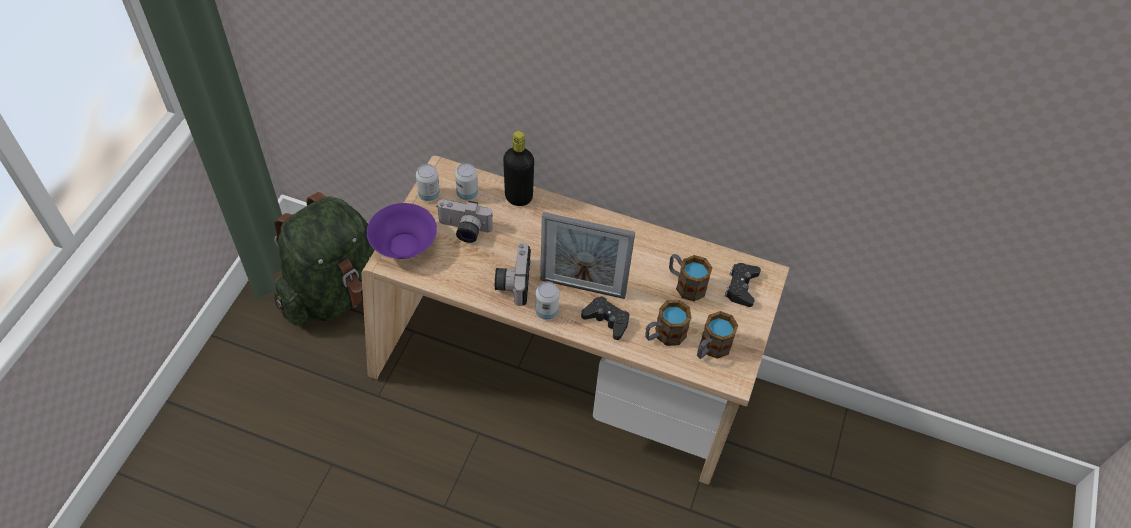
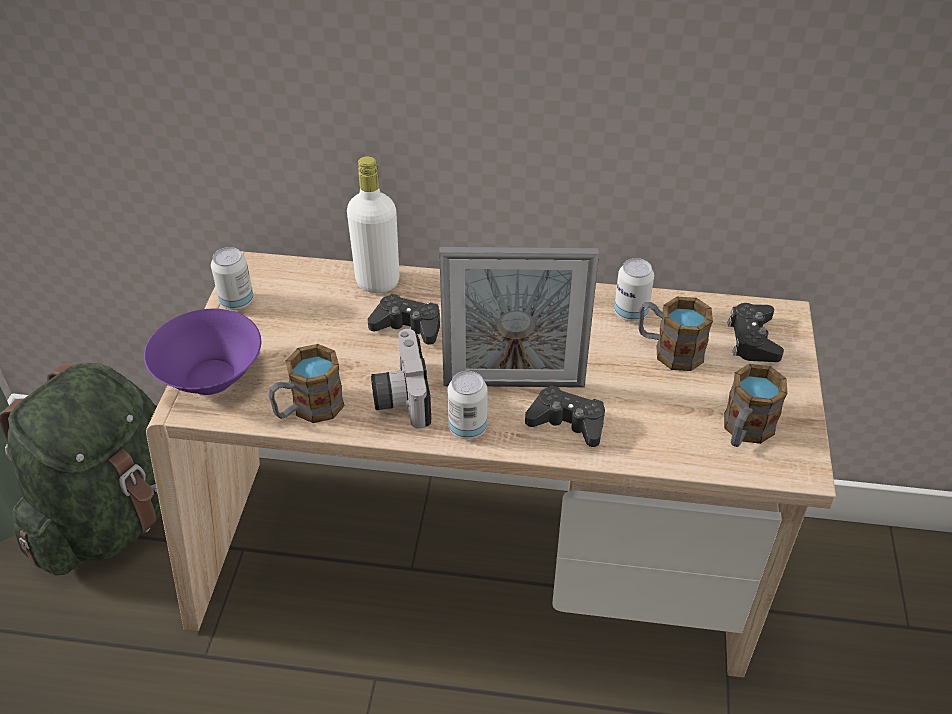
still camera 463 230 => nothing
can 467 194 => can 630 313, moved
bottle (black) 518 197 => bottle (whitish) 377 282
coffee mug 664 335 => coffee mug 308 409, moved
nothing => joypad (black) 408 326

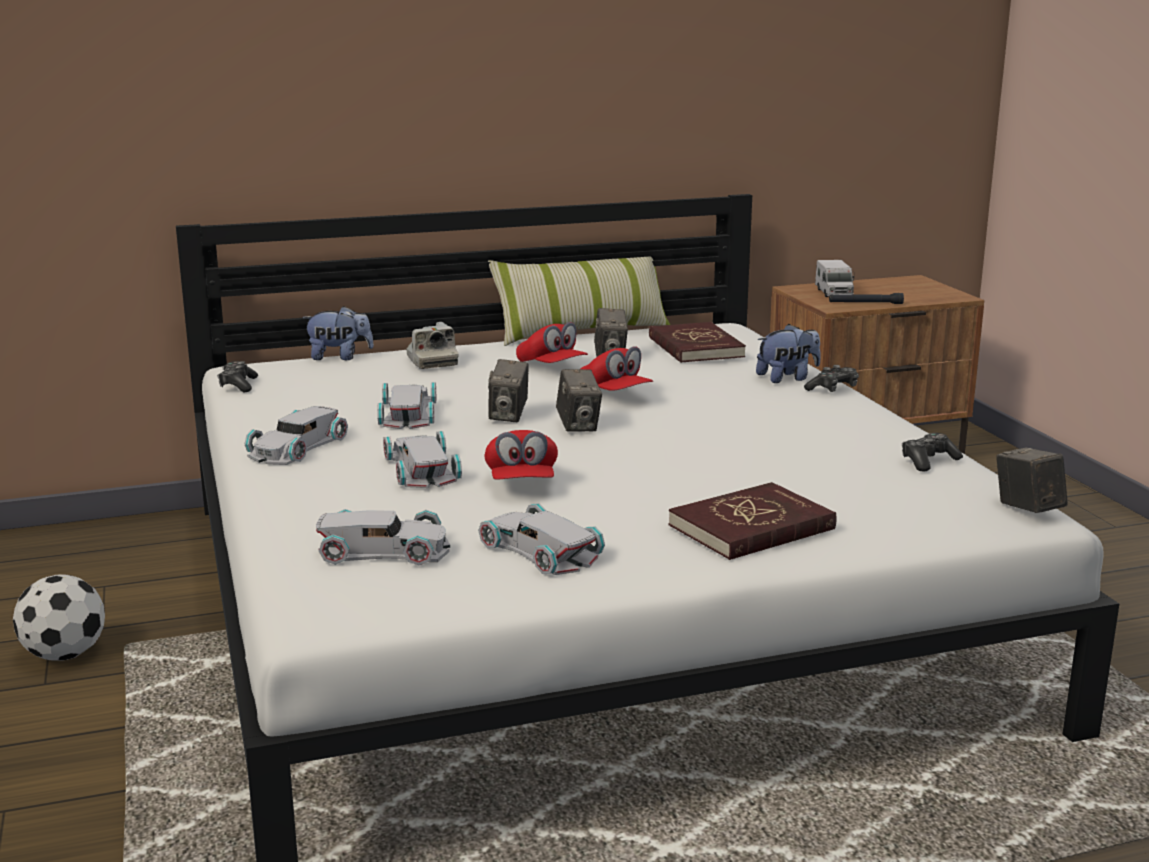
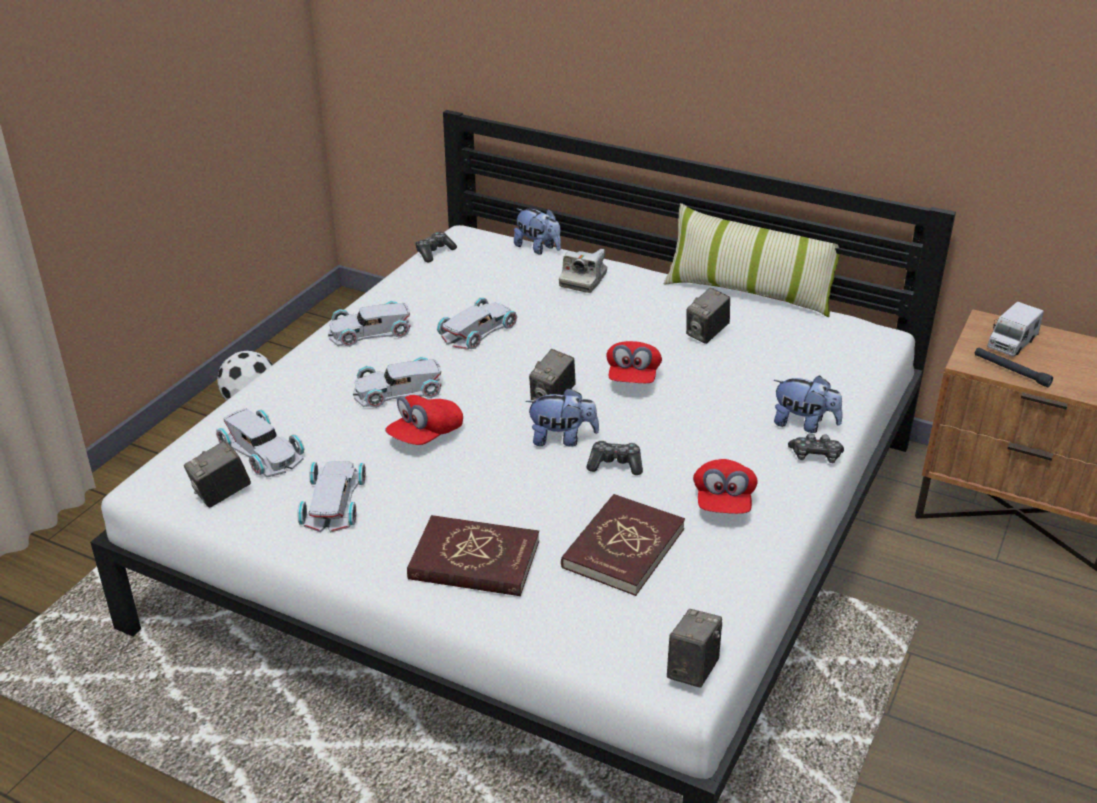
model car (whitish) 423 468 => model car (whitish) 397 389, 135 degrees counterclockwise
still camera 509 416 => still camera 221 494, moved
baseball cap (reddish) 551 367 => baseball cap (reddish) 723 502, moved
volume (reddish) 695 347 => volume (reddish) 623 548, moved
joypad 928 461 => joypad 615 465, moved
nothing => plush toy 562 439

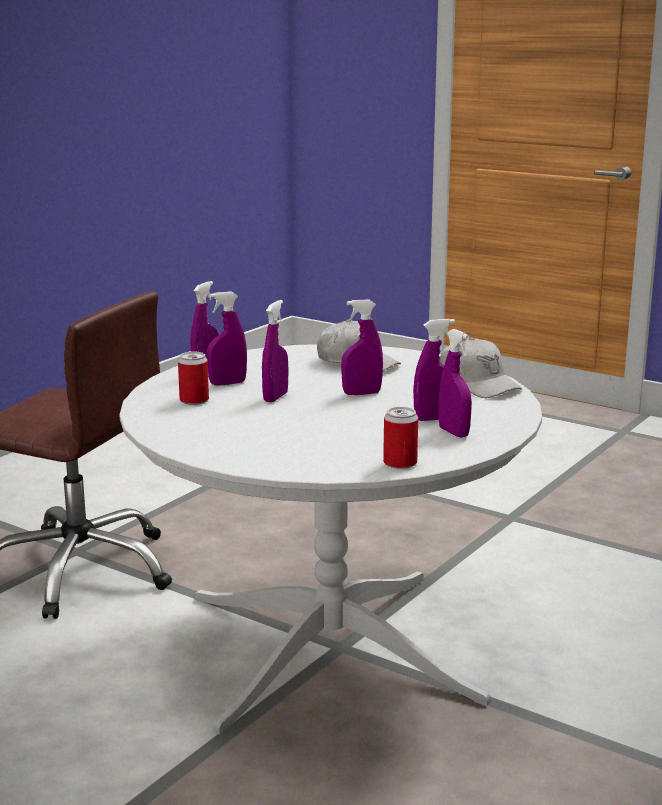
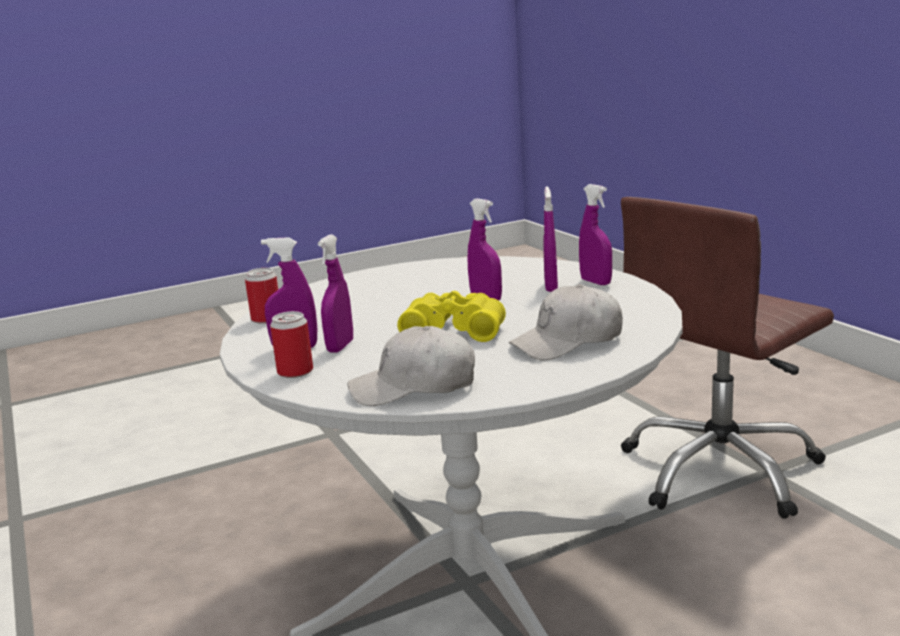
can 194 400 => can 295 372, moved
spray bottle (purplish) 361 393 => binoculars (yellow) 455 330

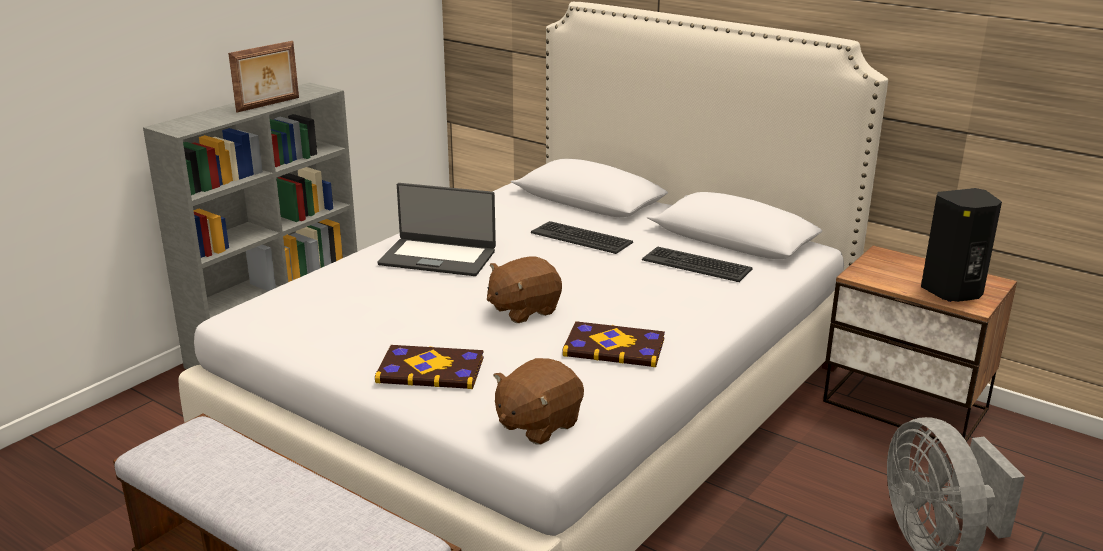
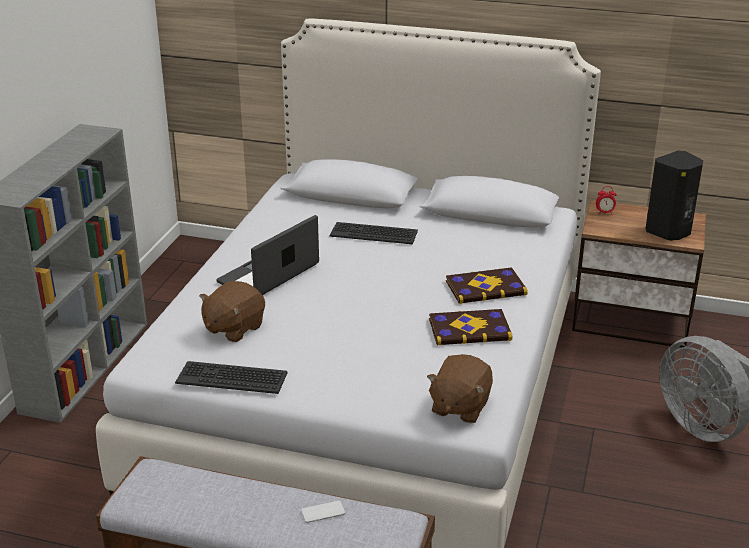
photo frame 269 105 => nothing
volume 431 369 => volume 485 287, moved
portable computer 438 257 => portable computer 269 274, 135 degrees clockwise
plush toy (brown-coloured) 523 310 => plush toy (brown-coloured) 233 328, moved
keyboard 697 265 => keyboard 232 378, moved
nothing => telephone 323 512
nothing => alarm clock 604 213

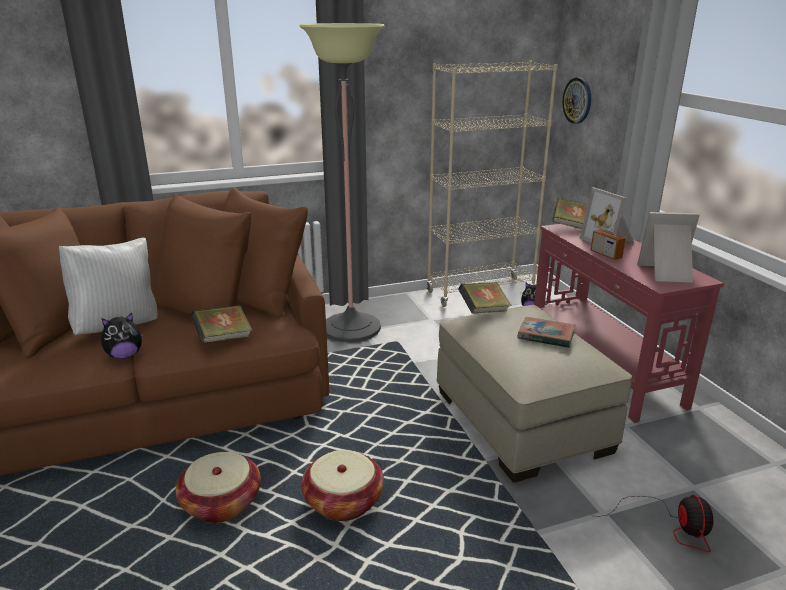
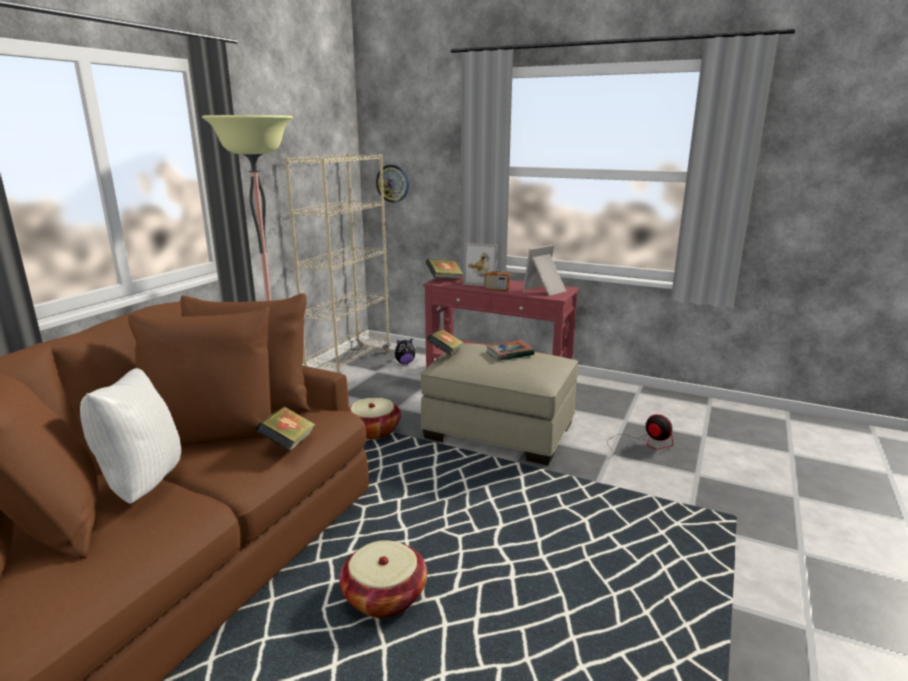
plush toy 125 355 => nothing
storage basket 343 501 => storage basket 373 431, moved

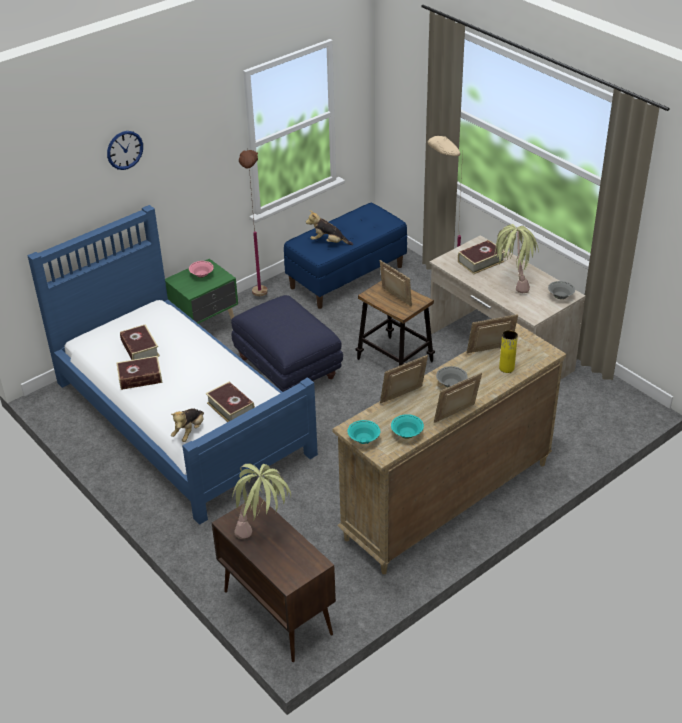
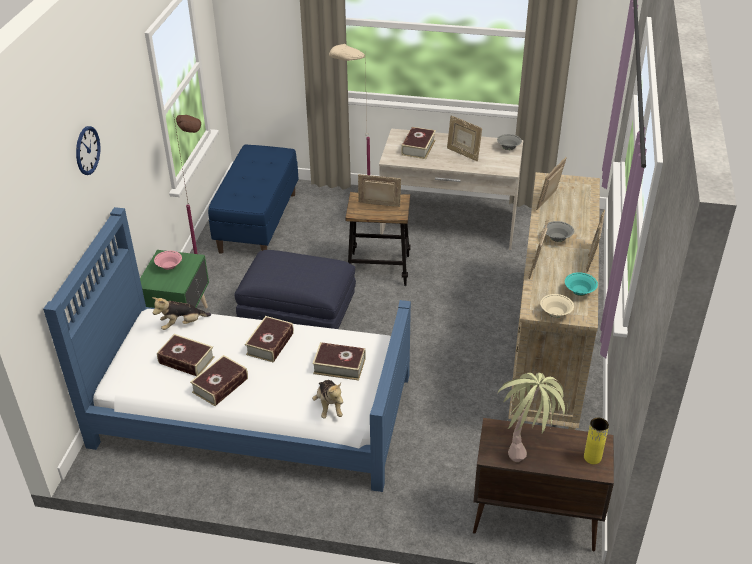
plush toy 328 242 => plush toy 182 324, moved
bowl (turquoise) 363 440 => bowl (sand-coloured) 555 314
houseplant 512 284 => photo frame 463 154
decorative vase (yellow) 506 368 => decorative vase (yellow) 592 457, moved
nothing => volume 270 344

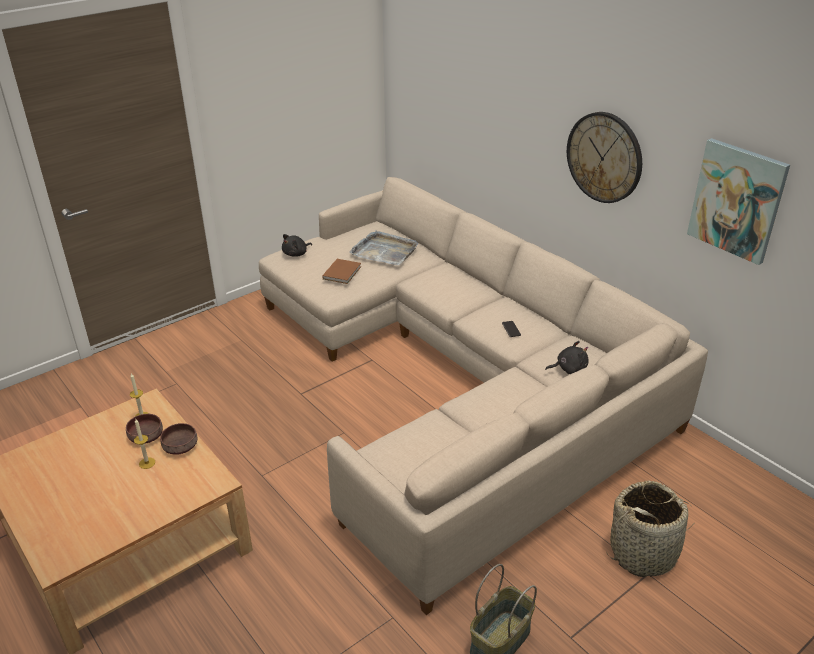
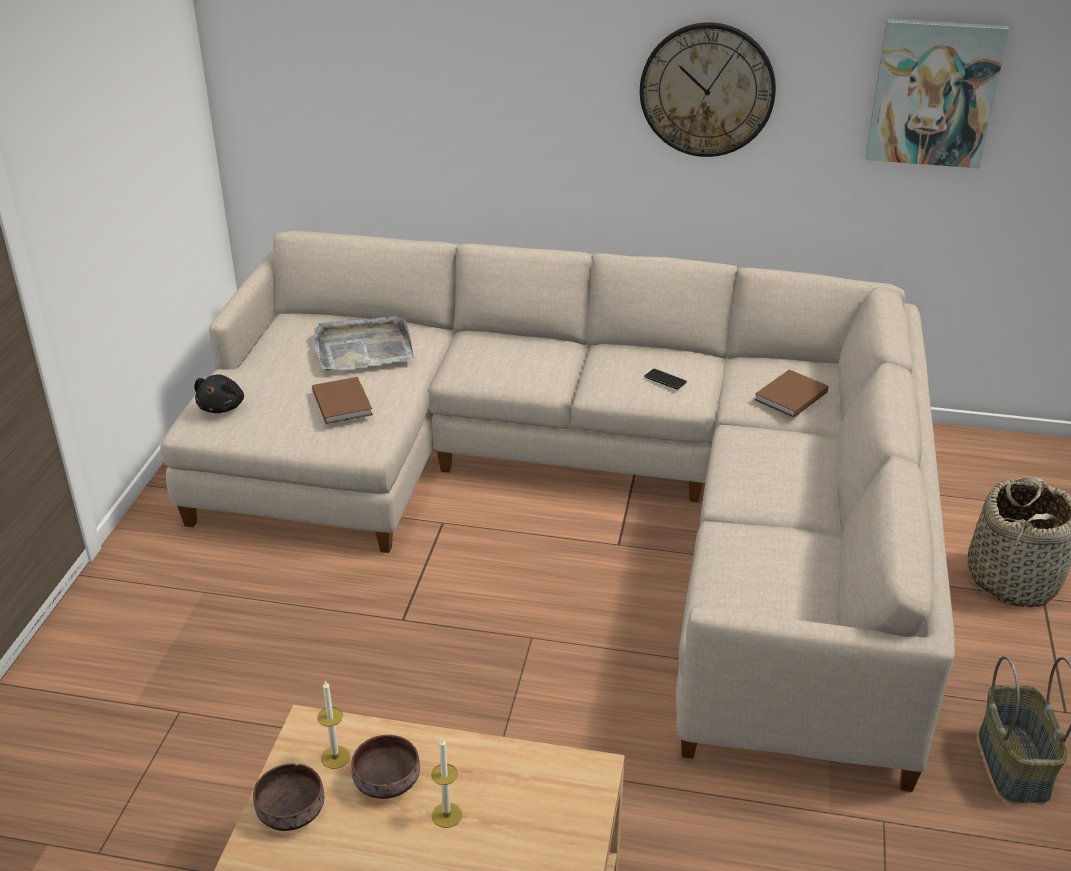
bowl (brown-coloured) 179 446 => bowl (brown-coloured) 290 811, moved
plush toy (black) 569 369 => volume (brown-coloured) 789 396

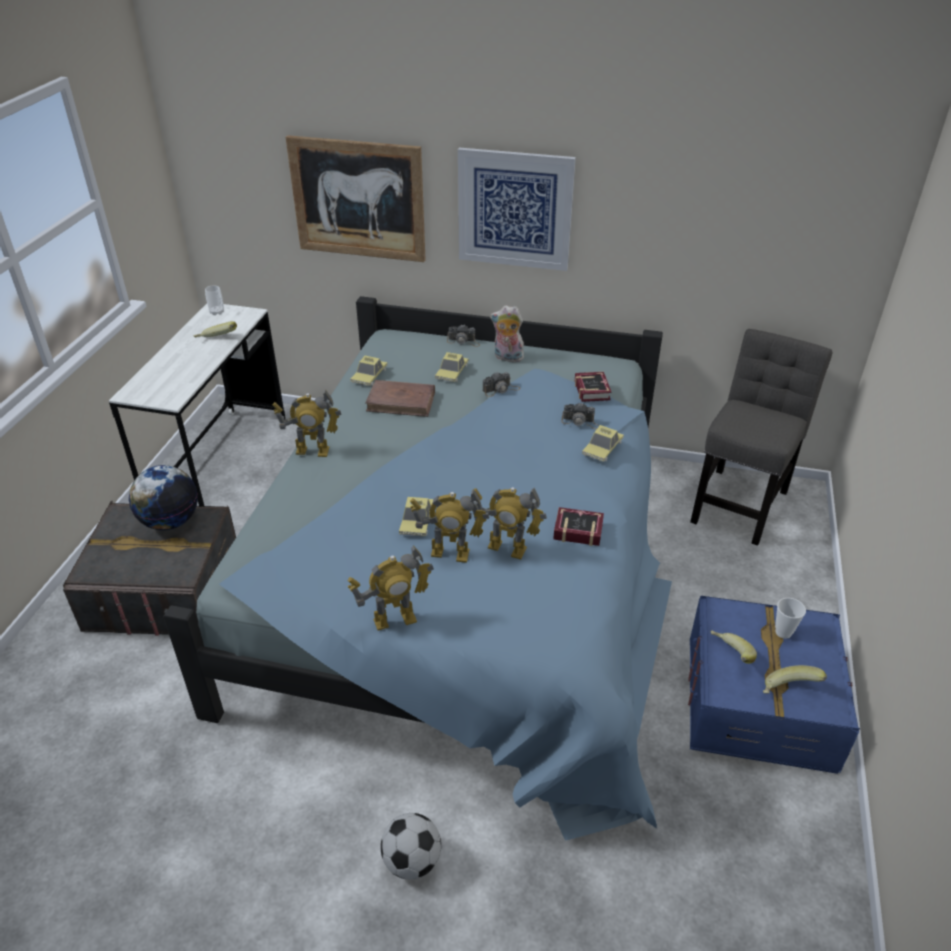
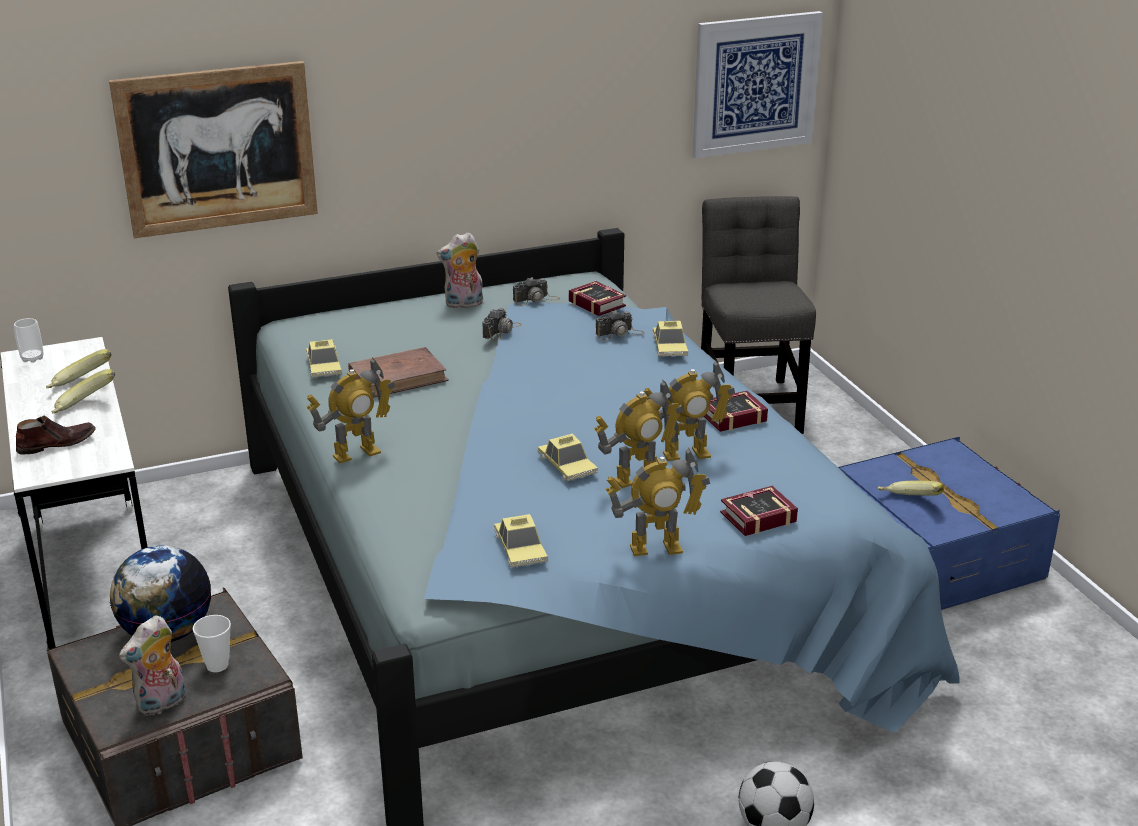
robot figure 395 619 => robot figure 656 548, 45 degrees clockwise
model car 451 372 => model car 520 549, moved
still camera 463 341 => still camera 536 299, moved
wall picture 515 209 => wall picture 755 84, moved
banana 789 692 => banana 85 408, moved
cup 783 632 => cup 217 665, moved
nothing => shoe (brown-coloured) 56 443
nothing => plush toy 162 704
nothing => volume 754 517

